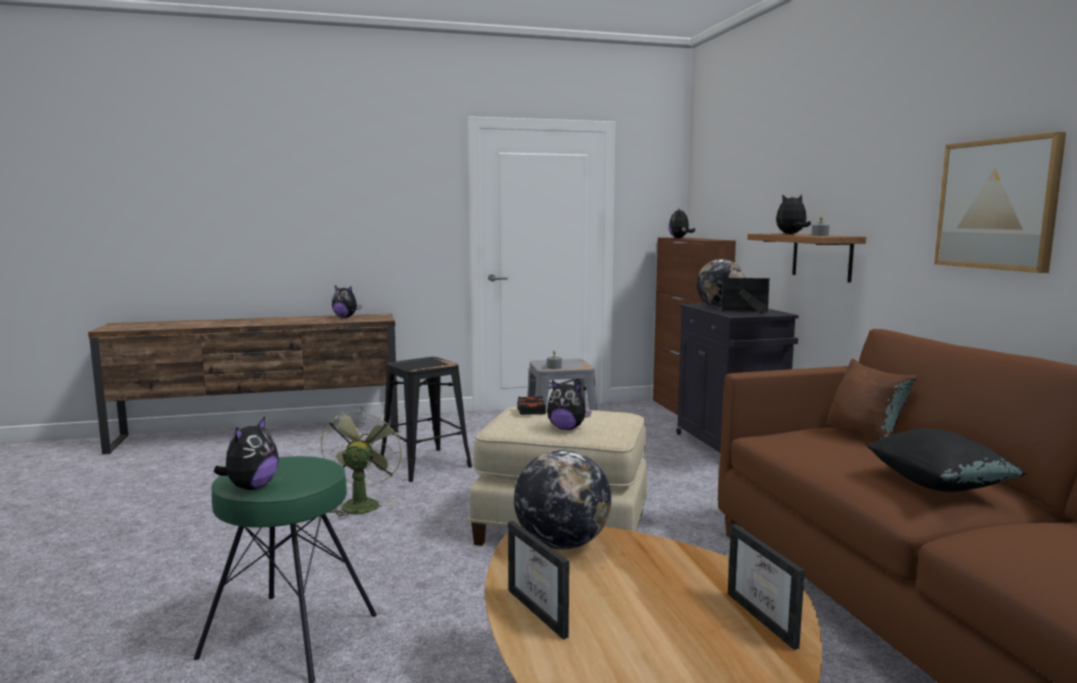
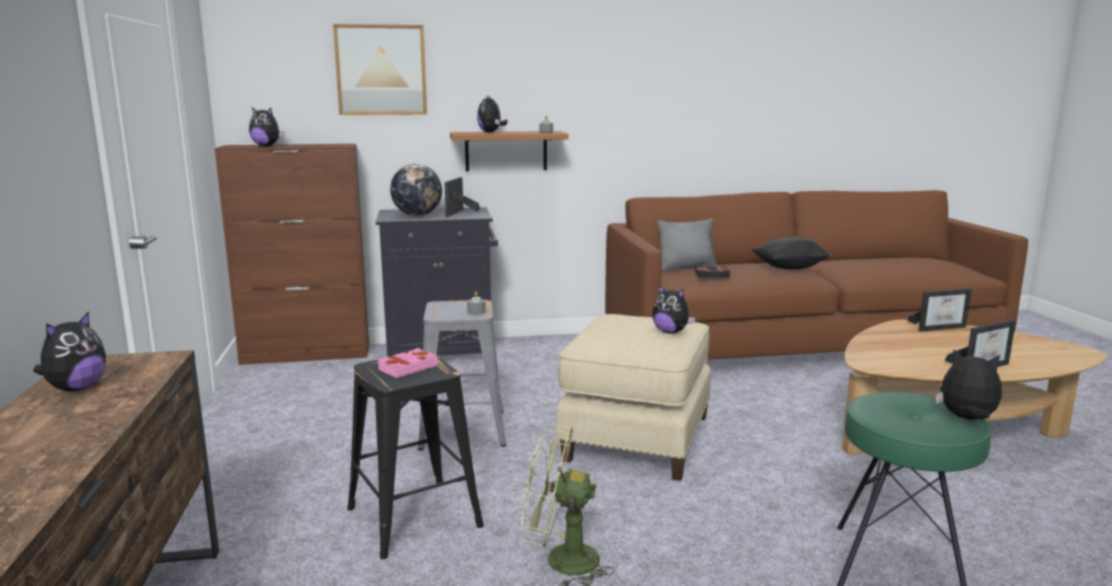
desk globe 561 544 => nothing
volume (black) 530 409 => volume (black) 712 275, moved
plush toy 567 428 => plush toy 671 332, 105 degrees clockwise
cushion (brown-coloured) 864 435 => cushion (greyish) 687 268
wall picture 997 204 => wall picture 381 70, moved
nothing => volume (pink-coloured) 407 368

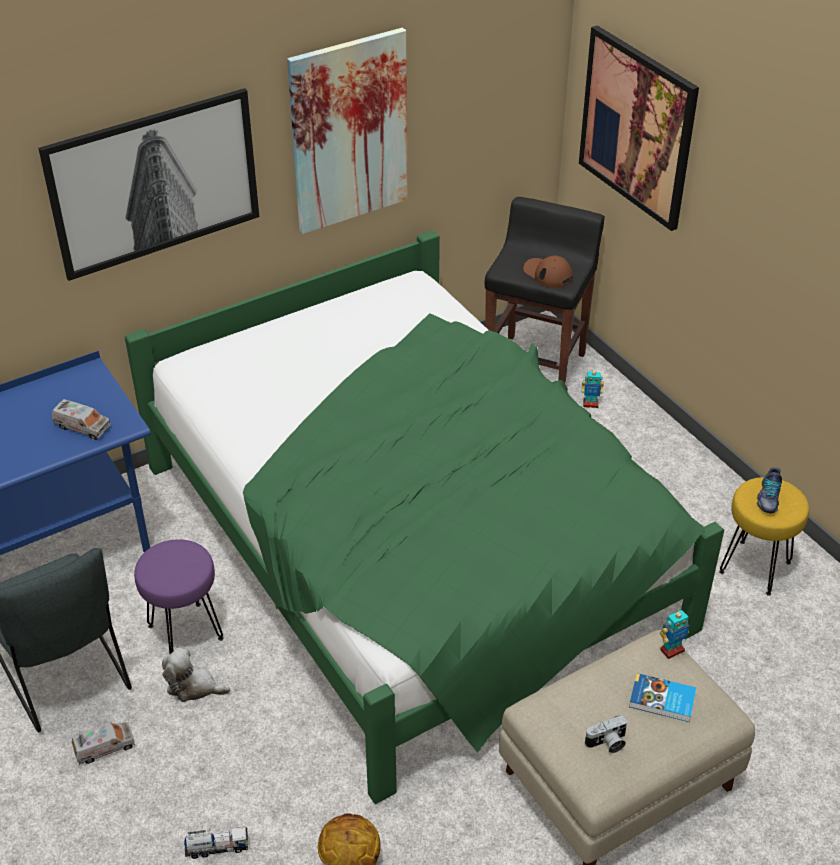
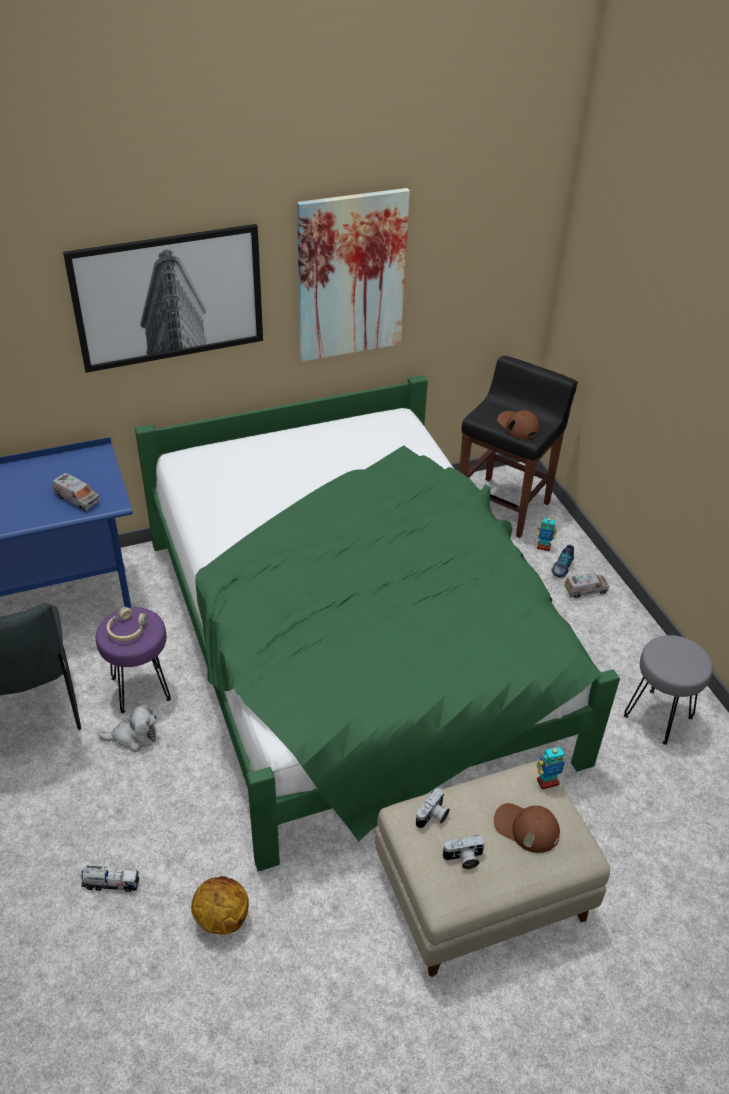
toy lorry 104 747 => toy lorry 585 590, moved
plush toy 193 686 => plush toy 133 737, 150 degrees clockwise
wall picture 637 127 => nothing
volume 662 700 => baseball cap (brown-coloured) 526 828
stool seat (yellow) 756 567 => stool seat (greyish) 659 716
shoe 768 497 => shoe 562 566, moved
nothing => headphones (sand-coloured) 127 629
nothing => still camera 433 817

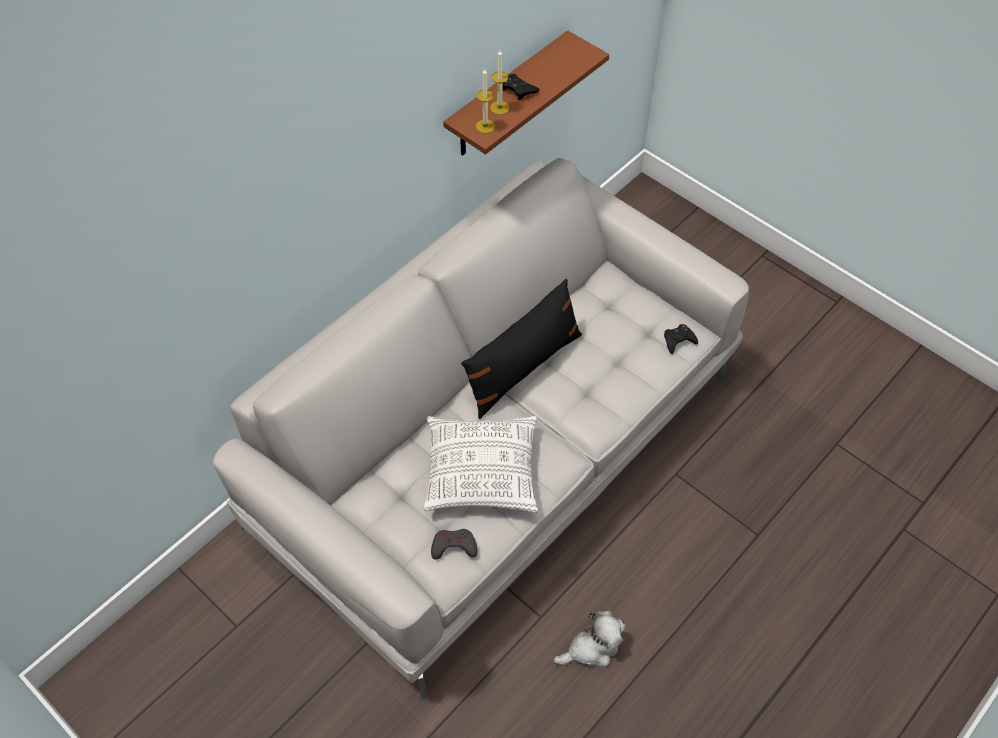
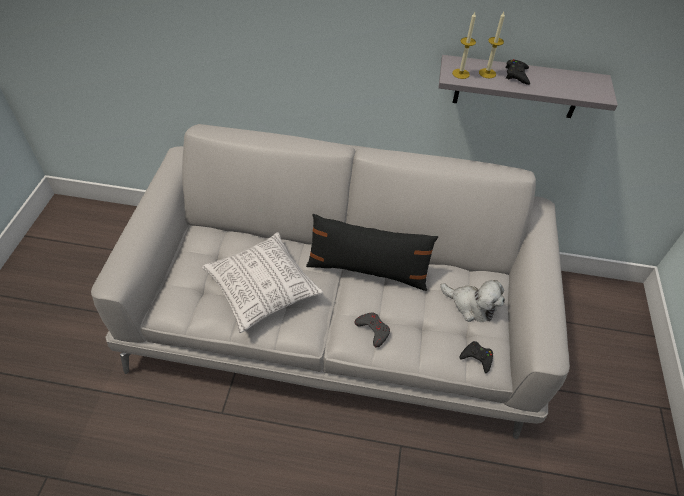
joypad (greyish) 453 546 => joypad (greyish) 373 330, moved
bracket shelf (brown-coloured) 507 97 => bracket shelf (greyish) 518 87
plush toy 592 647 => plush toy 471 305, moved

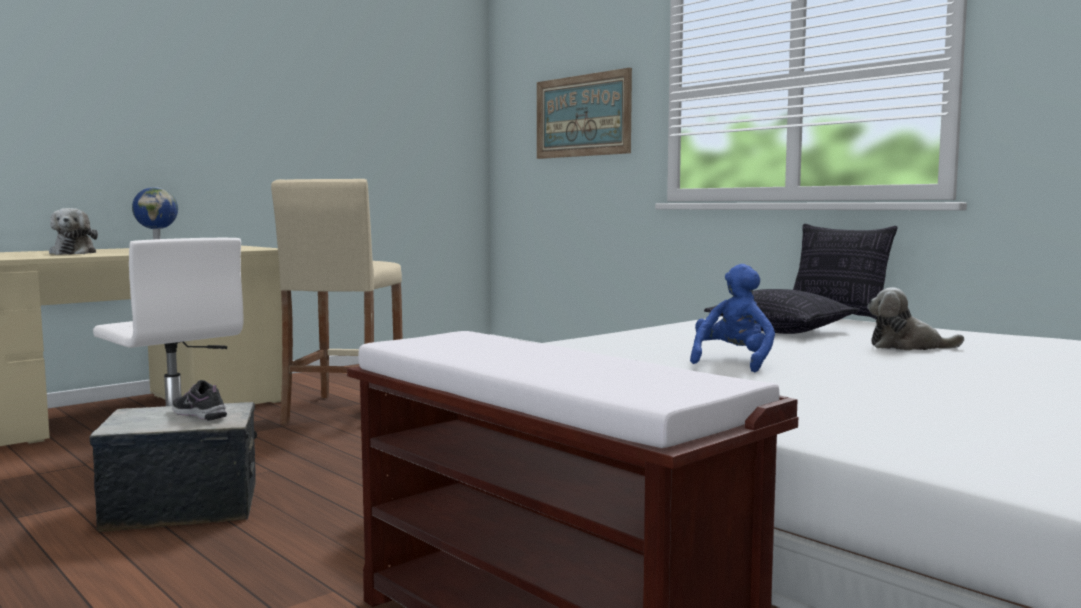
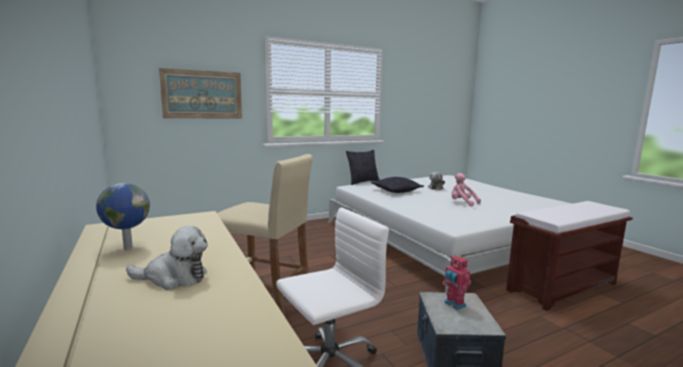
shoe 199 415 => robot figure 454 304
plush toy (bluish) 733 362 => plush toy (pink-coloured) 462 203

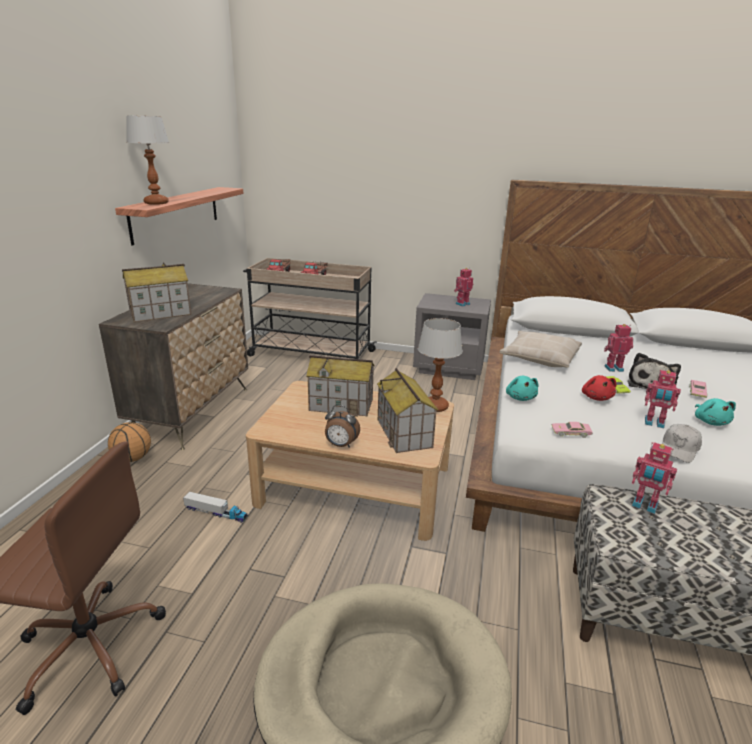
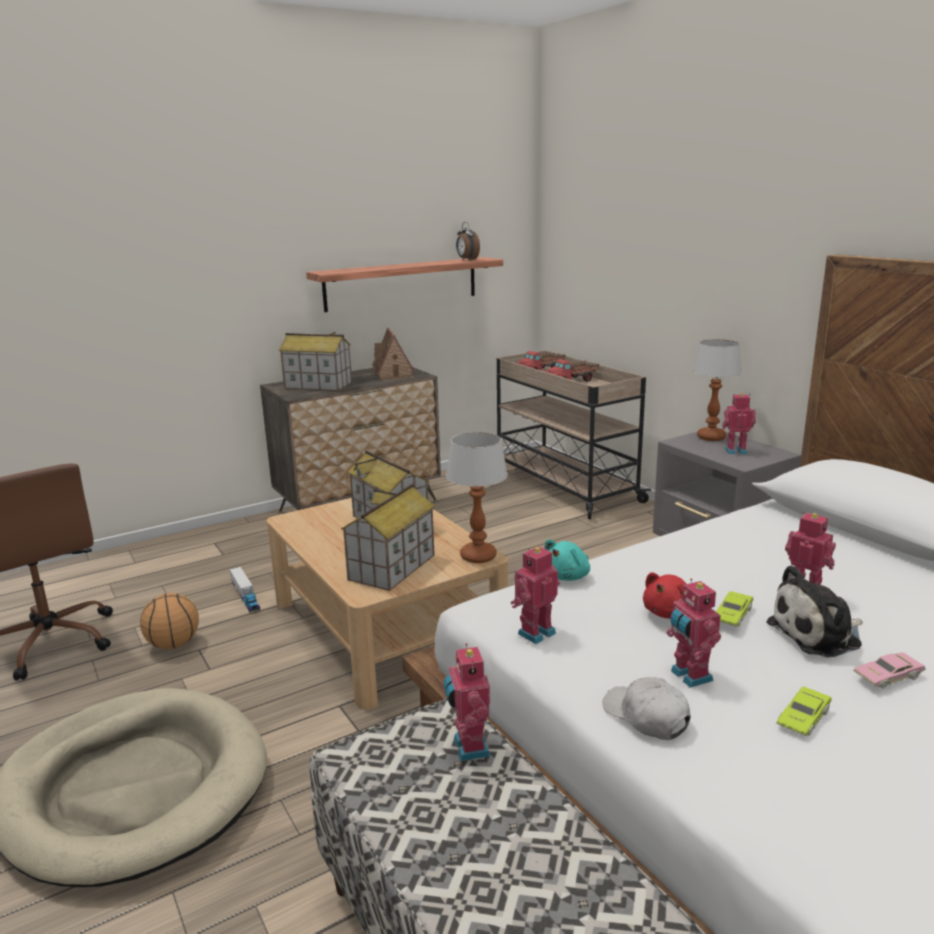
basketball 133 458 => basketball 174 645, moved
table lamp 156 203 => table lamp 710 437, moved
alarm clock 341 445 => alarm clock 467 260, moved
cushion (sand-coloured) 539 357 => nothing
model car (pink-coloured) 570 433 => robot figure 534 632
baseball cap (whitish) 679 449 => baseball cap (whitish) 646 717, 60 degrees clockwise
plush toy (turquoise) 710 421 => model car (green-coloured) 803 718
nothing => toy house 393 373

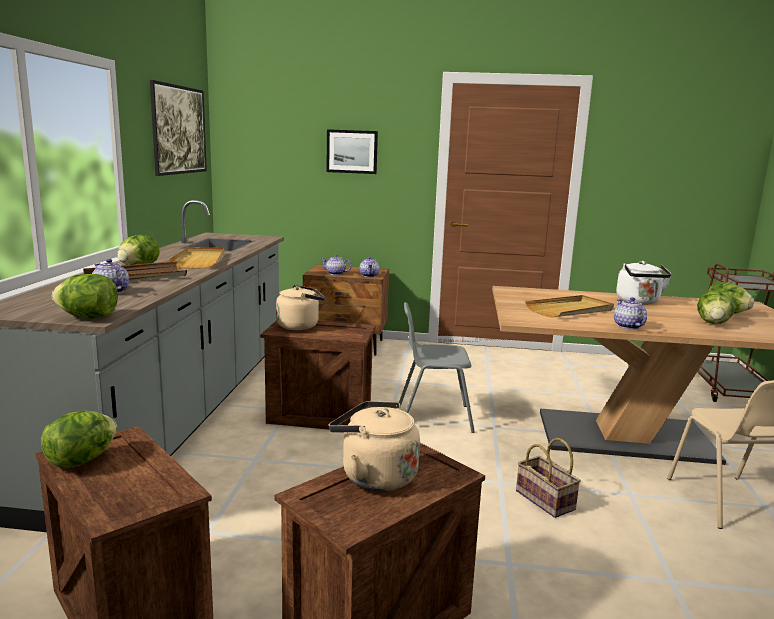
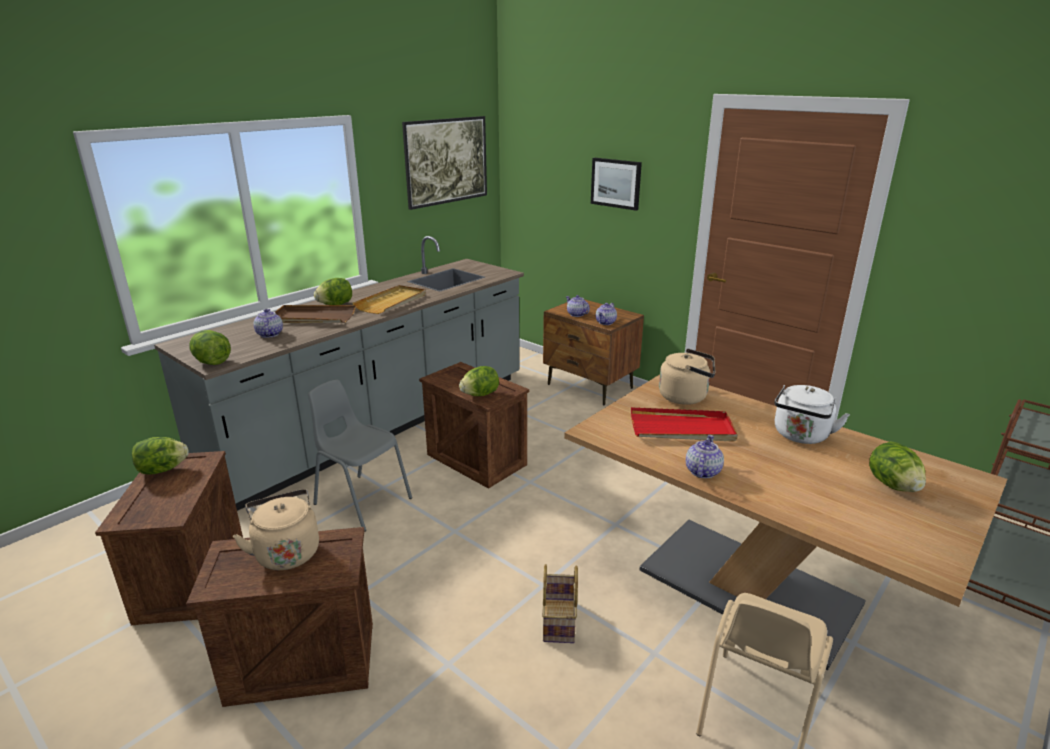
kettle (sand-coloured) 300 326 => kettle (sand-coloured) 686 397, moved
plain chair (greyish) 433 417 => plain chair (greyish) 362 501, moved
serving tray (sand-coloured) 570 310 => serving tray (reddish) 682 429
head of lettuce 713 323 => head of lettuce 480 395, moved

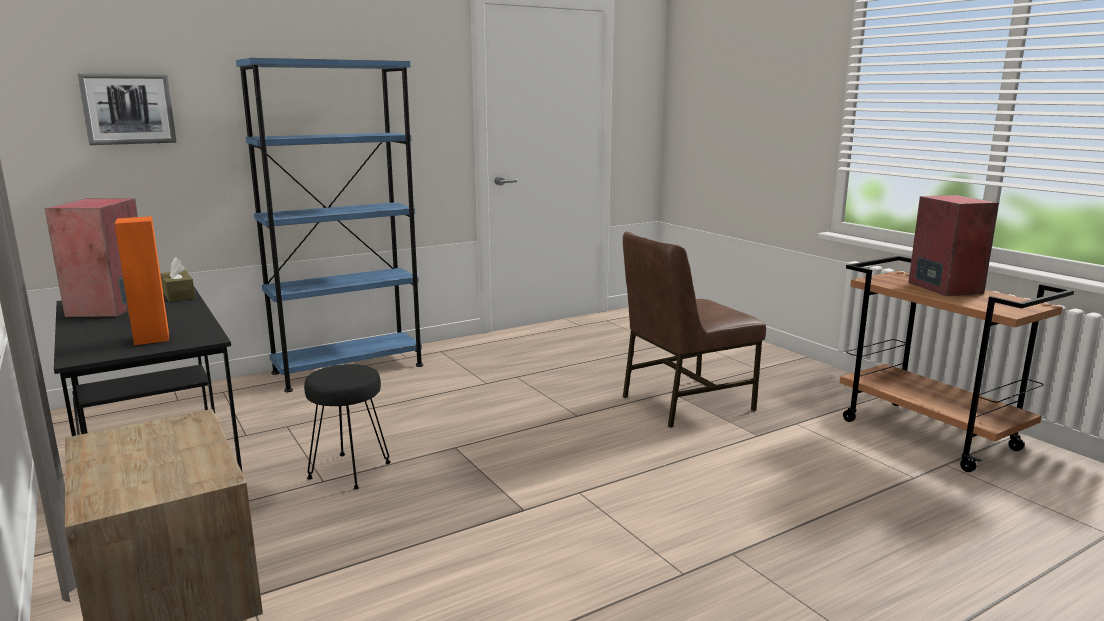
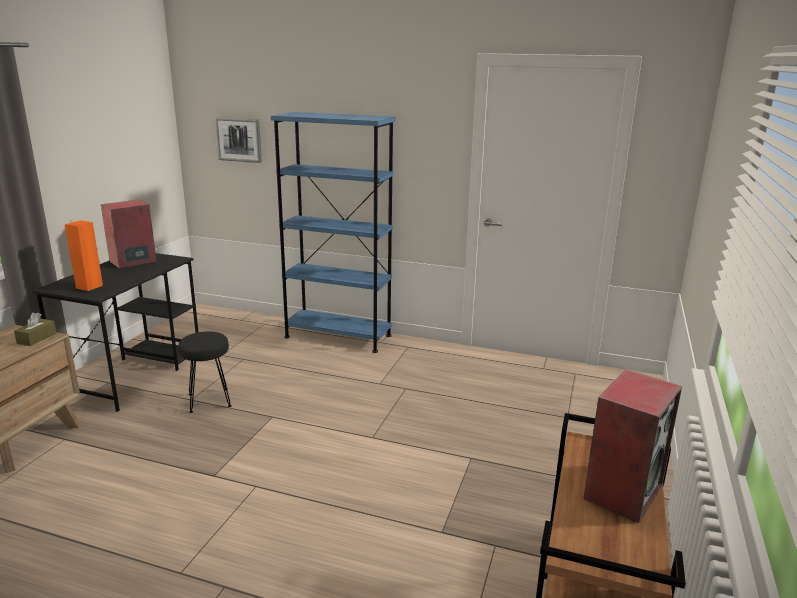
tissue holder (brown-coloured) 178 295 => tissue holder (brown-coloured) 37 338, moved
plain chair (brown-coloured) 684 402 => nothing

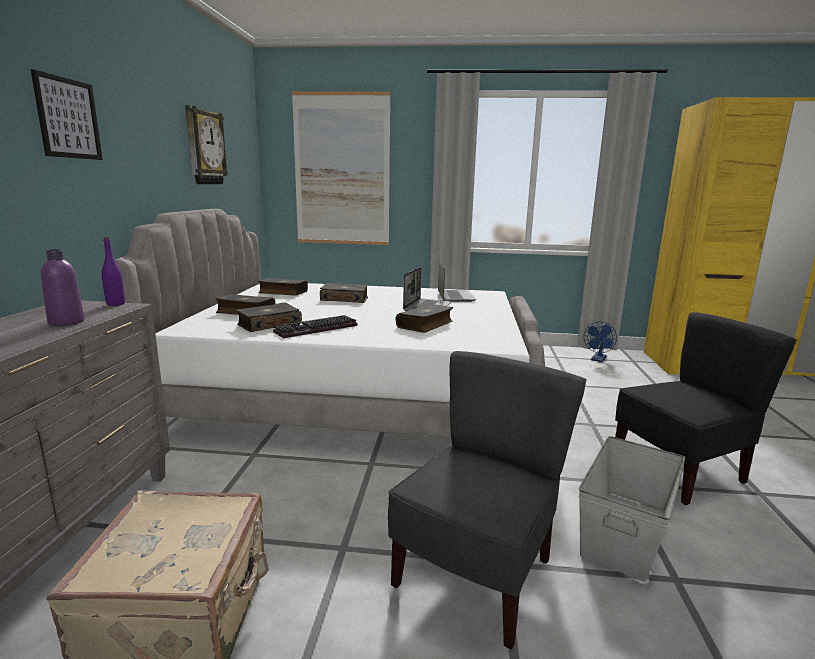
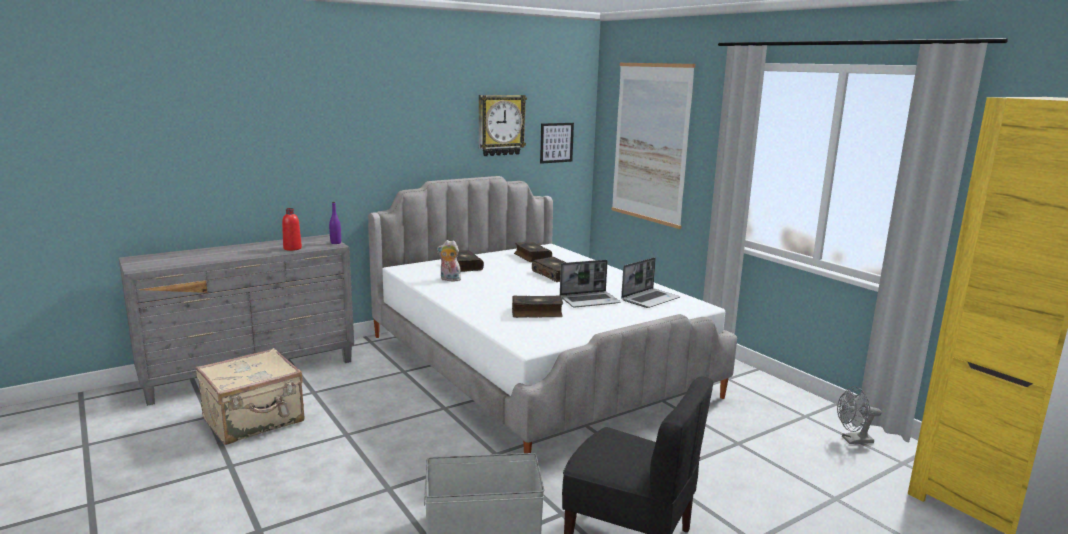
wall picture 68 118 => wall picture 556 142, moved
bottle (purplish) 66 322 => bottle (reddish) 292 248
volume 269 324 => plush toy 449 279
keyboard 316 329 => nothing
plain chair (greyish) 476 575 => nothing
fan (bluish) 598 360 => fan (greyish) 853 440

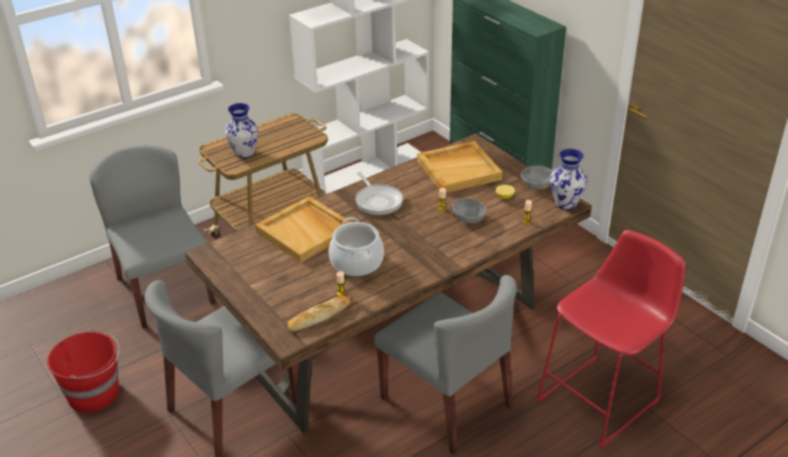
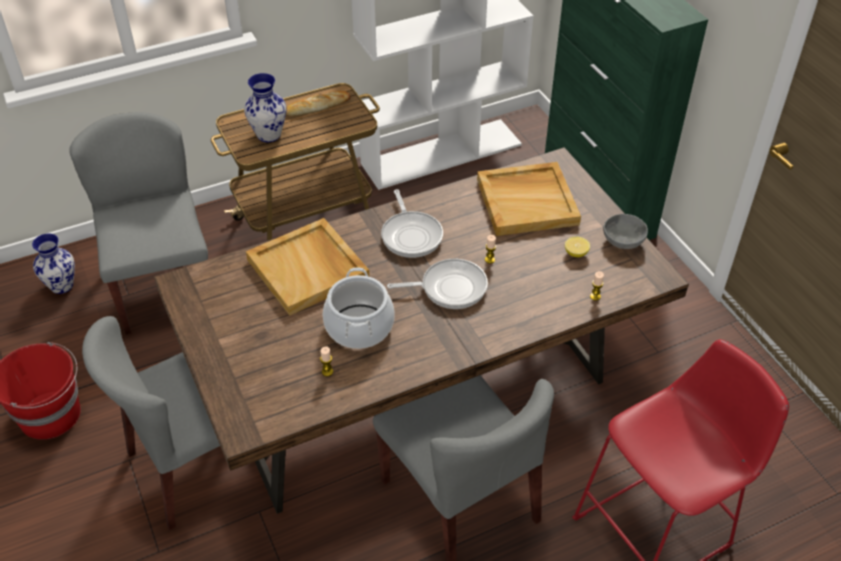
bread 319 316 => bread 318 106, moved
bowl (greyish) 469 218 => nothing
decorative vase 566 203 => decorative vase 62 285, moved
nothing => frying pan 449 288

